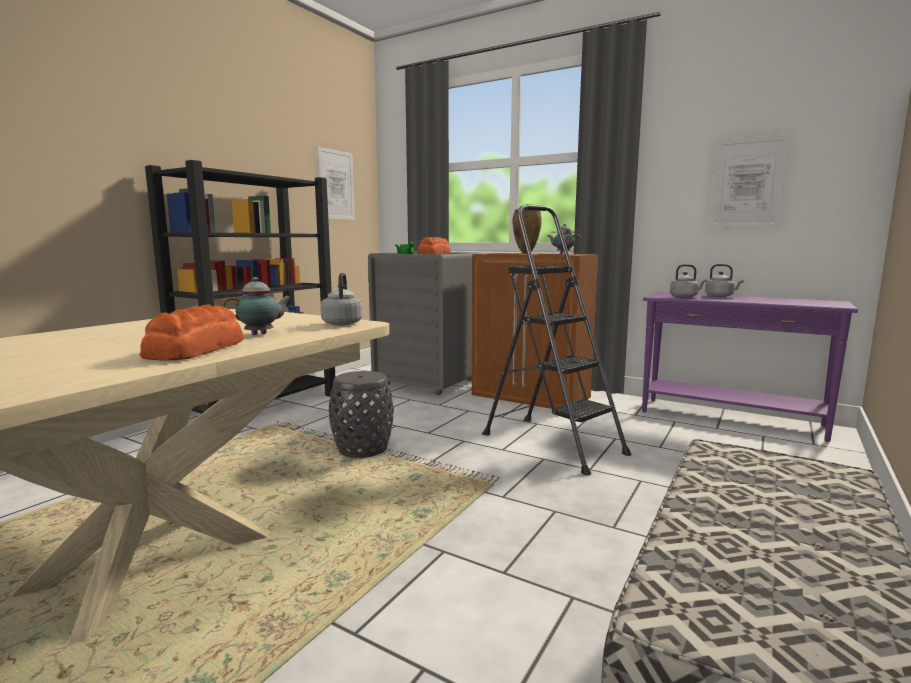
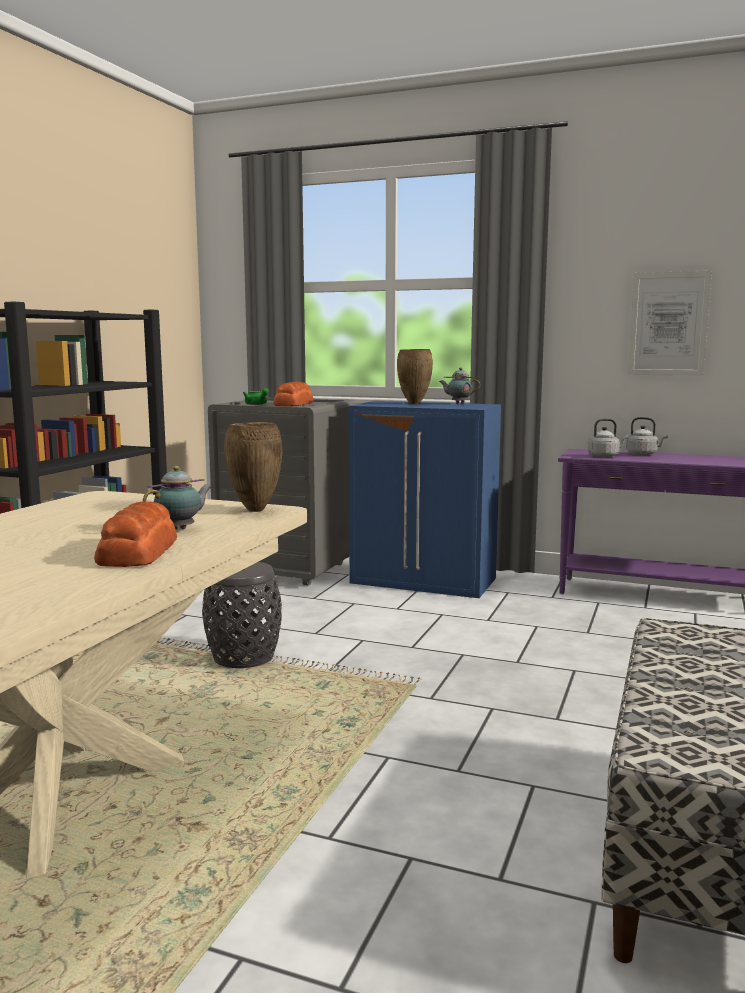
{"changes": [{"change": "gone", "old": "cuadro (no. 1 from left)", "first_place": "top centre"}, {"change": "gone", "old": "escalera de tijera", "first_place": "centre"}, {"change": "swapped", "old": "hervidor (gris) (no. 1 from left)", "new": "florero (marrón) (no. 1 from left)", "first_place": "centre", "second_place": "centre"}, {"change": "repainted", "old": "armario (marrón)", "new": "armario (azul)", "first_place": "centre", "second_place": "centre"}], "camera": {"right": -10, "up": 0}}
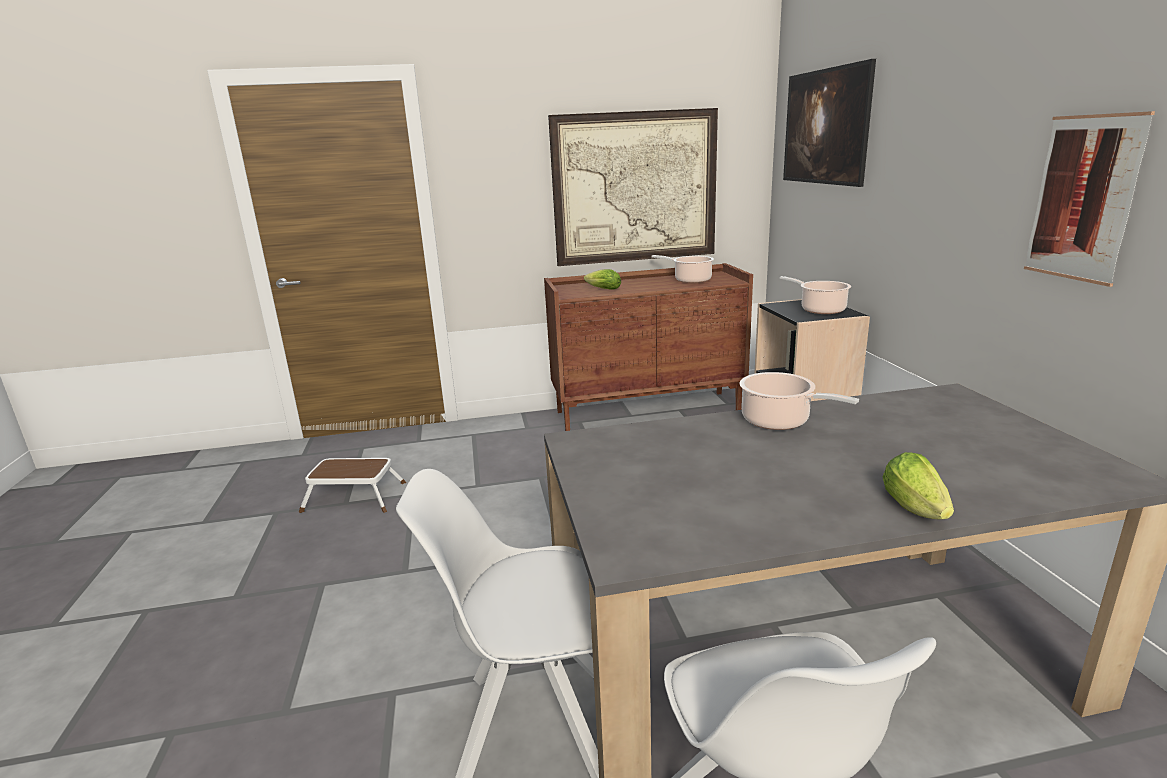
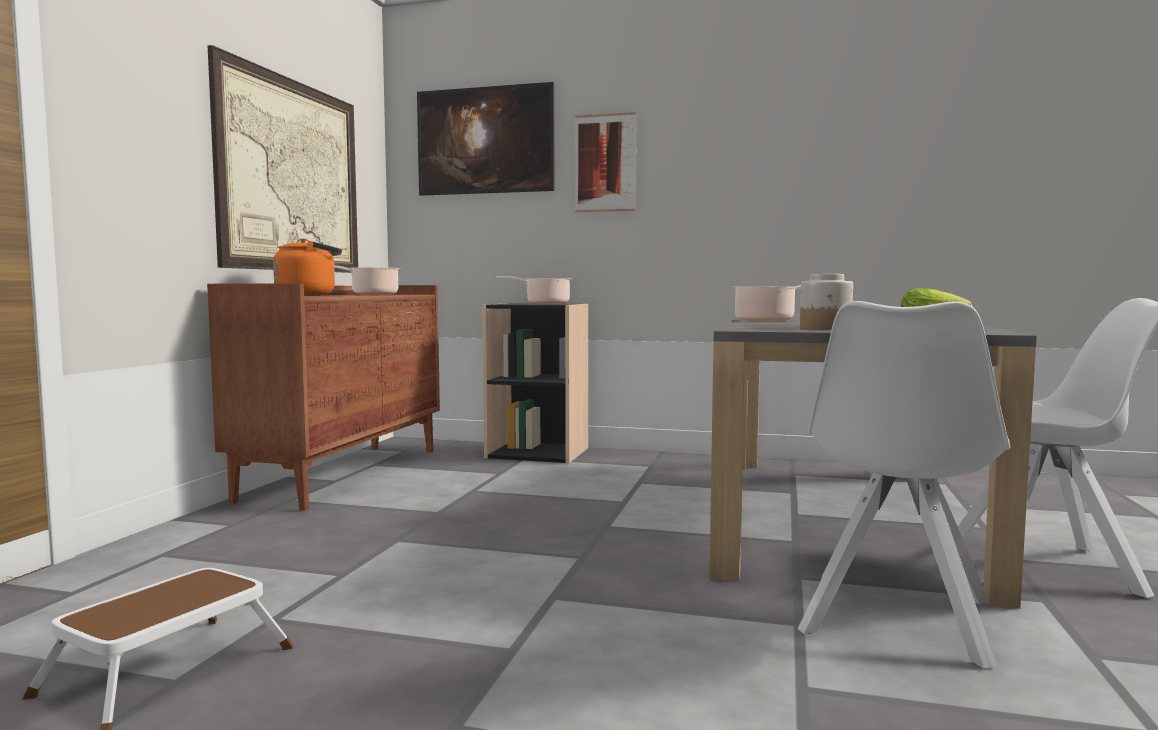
{"changes": [{"change": "new", "new": "tarro", "second_place": "middle right"}, {"change": "shifted", "old": "cuadro (no. 3 from left)", "first_place": "top right", "second_place": "top centre"}, {"change": "swapped", "old": "lechuga (no. 1 from left)", "new": "hervidor (naranja)", "first_place": "centre", "second_place": "middle left"}], "camera": {"right": -65, "up": -15}}
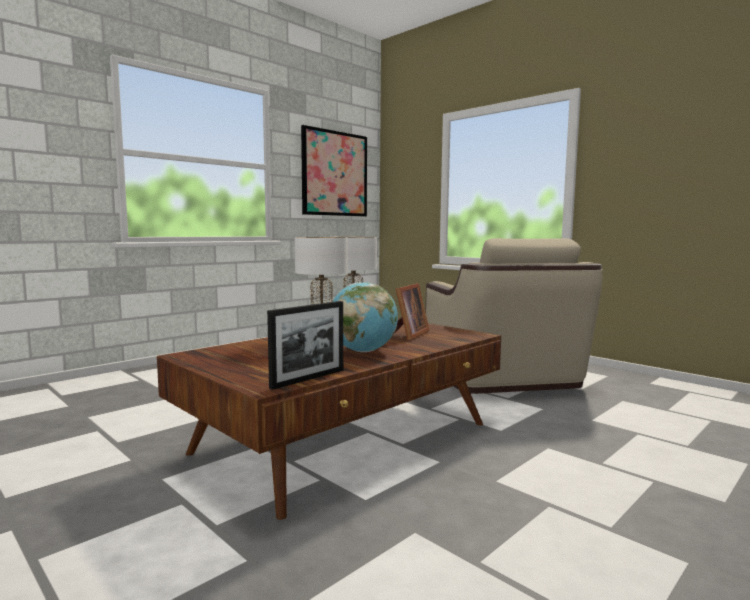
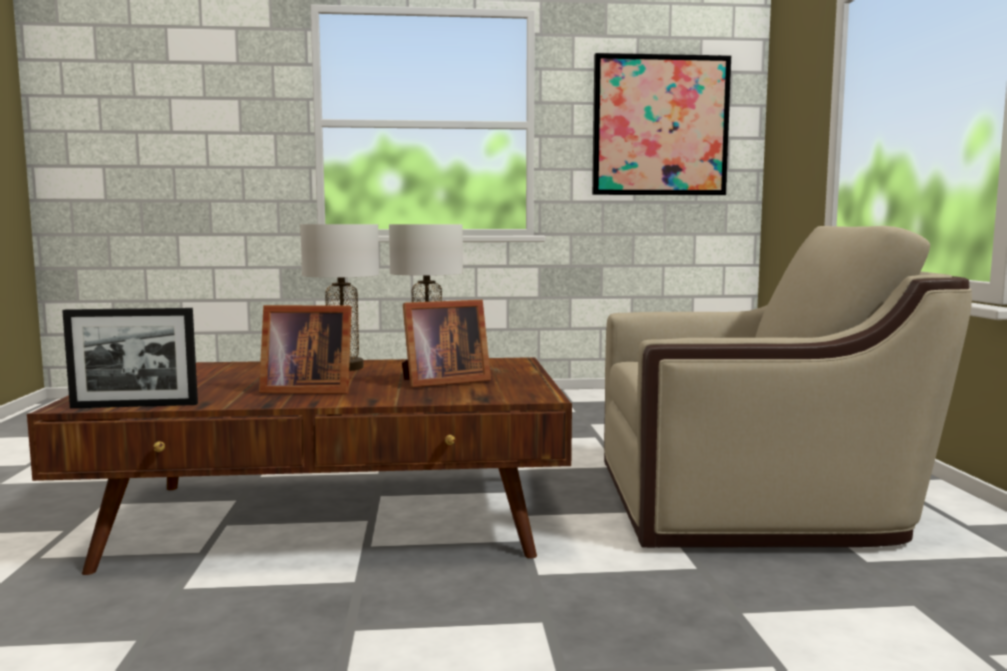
{"changes": [{"change": "swapped", "old": "globo terráqueo", "new": "portarretratos (no. 2 from left)", "first_place": "centre", "second_place": "middle left"}, {"change": "rotated", "old": "sillón (beis)", "first_place": "middle right", "second_place": "middle right", "degrees": -120}], "camera": {"right": 40, "up": 0}}
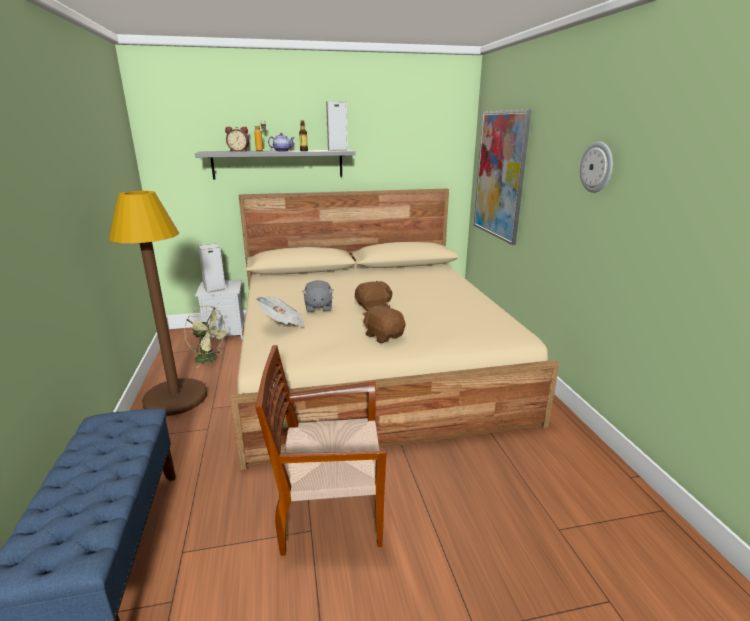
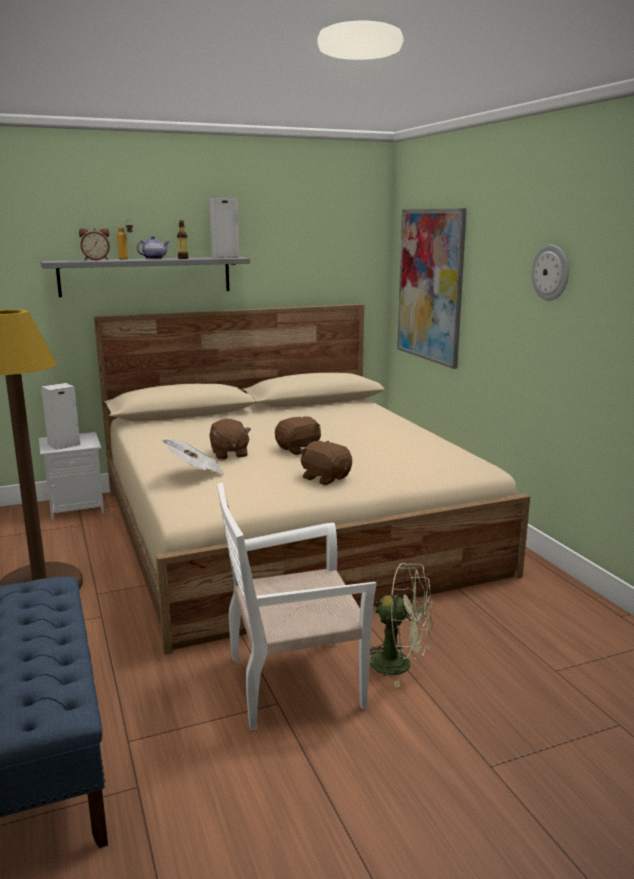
{"changes": [{"change": "shifted", "old": "ventilador (verde)", "first_place": "middle left", "second_place": "bottom centre"}, {"change": "repainted", "old": "sillón (marrón)", "new": "sillón (blanco)", "first_place": "bottom centre", "second_place": "bottom centre"}, {"change": "repainted", "old": "peluche (gris)", "new": "peluche (marrón) (no. 1 from left)", "first_place": "centre", "second_place": "centre"}], "camera": {"right": -10, "up": -5}}
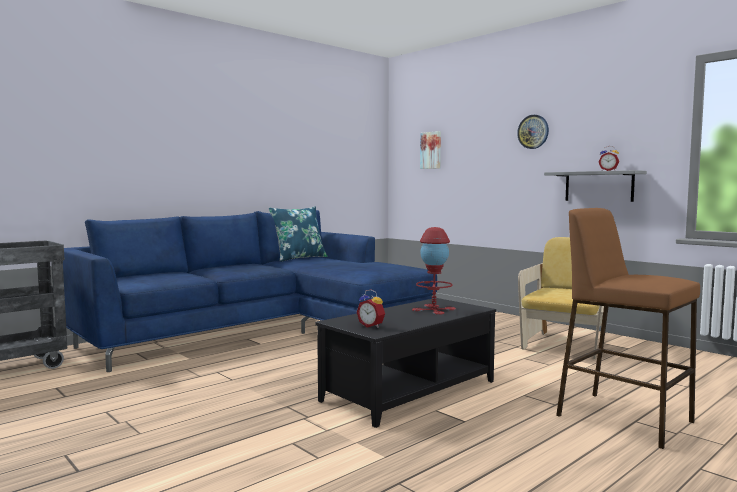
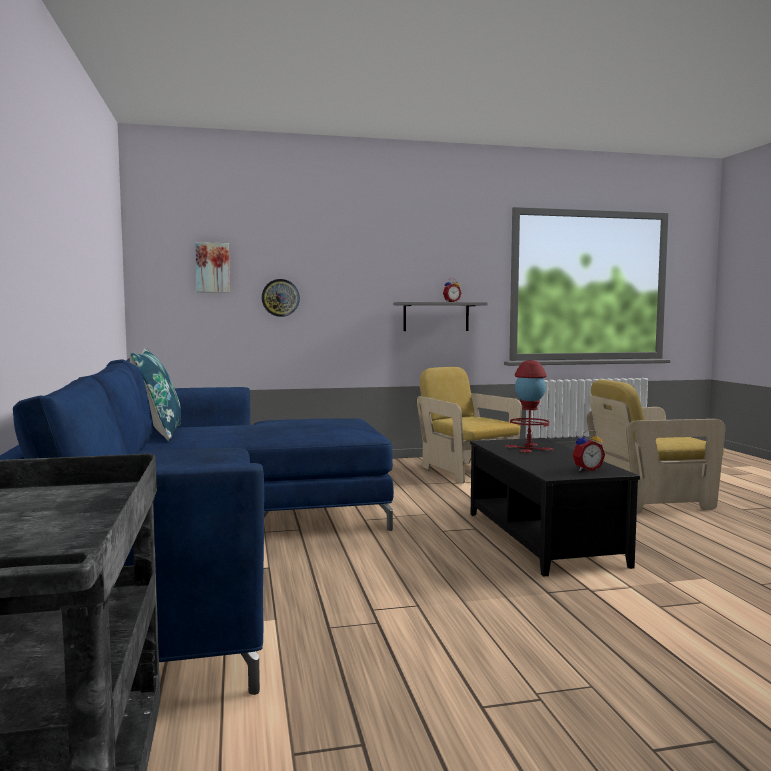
{"changes": [{"change": "shifted", "old": "reloj de pared", "first_place": "top right", "second_place": "centre"}, {"change": "swapped", "old": "taburete (marrón)", "new": "sillón (amarillo) (no. 2 from left)", "first_place": "bottom right", "second_place": "middle right"}], "camera": {"right": -60, "up": 0}}
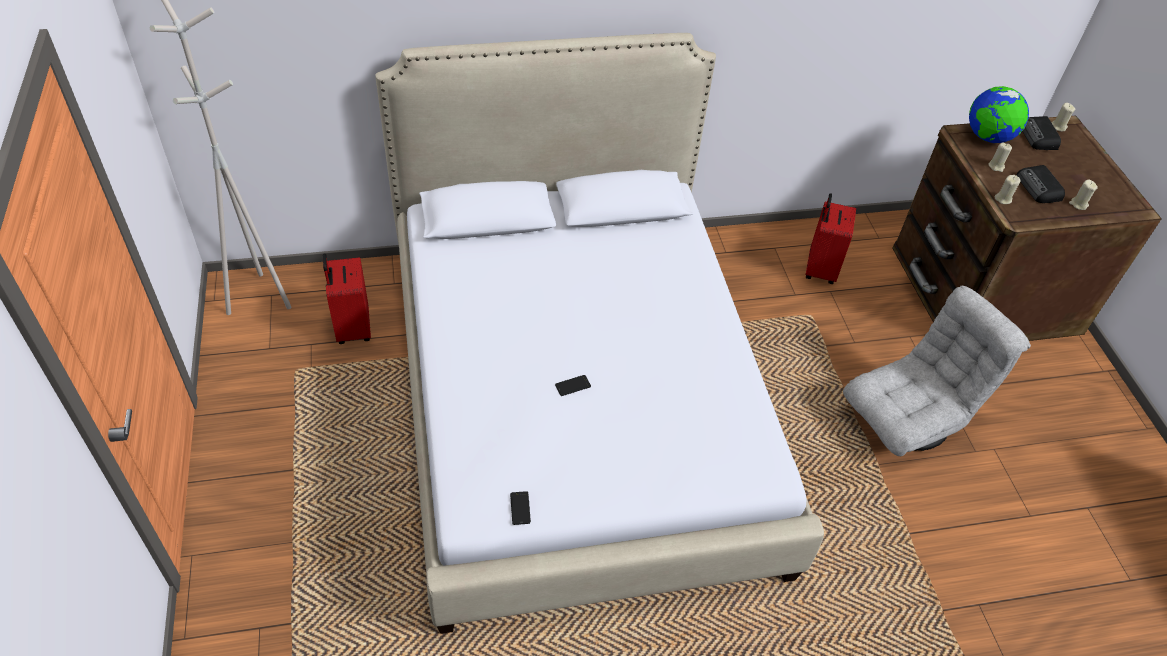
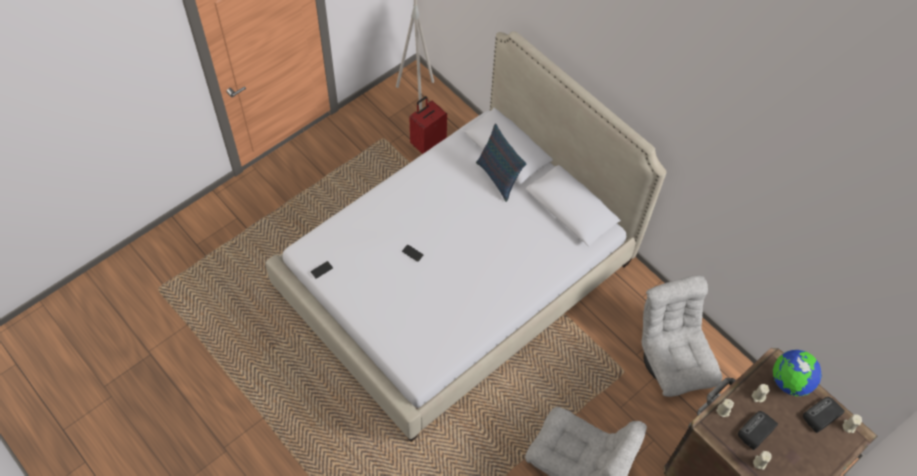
{"changes": [{"change": "new", "new": "cojín (azul)", "second_place": "centre"}, {"change": "swapped", "old": "maleta (rojo) (no. 2 from left)", "new": "sillón (gris) (no. 2 from left)", "first_place": "middle right", "second_place": "bottom right"}], "camera": {"right": 60, "up": 10}}
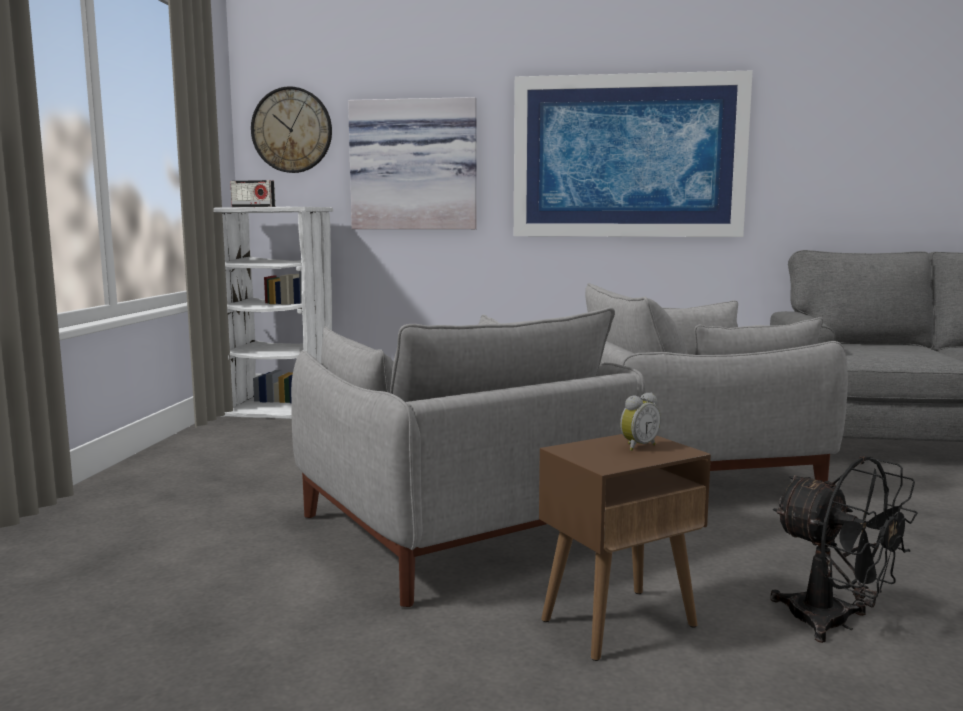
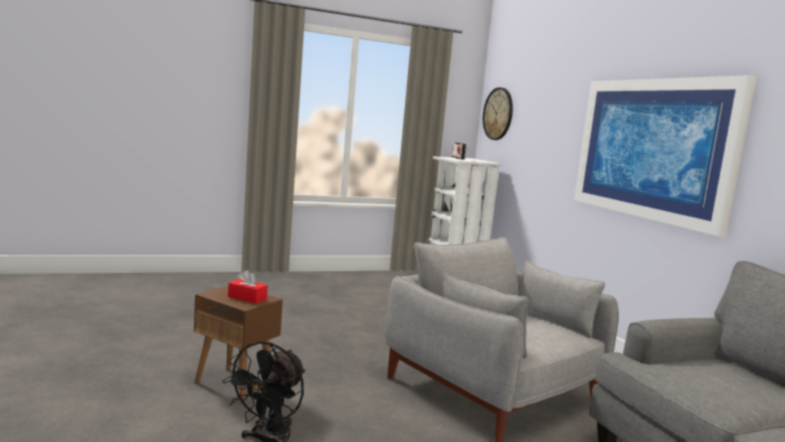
{"changes": [{"change": "gone", "old": "sillón (gris) (no. 1 from left)", "first_place": "centre"}, {"change": "gone", "old": "cuadro (no. 1 from left)", "first_place": "top centre"}, {"change": "swapped", "old": "despertador", "new": "caja de pañuelos (rojo)", "first_place": "centre", "second_place": "middle left"}], "camera": {"right": 60, "up": 0}}
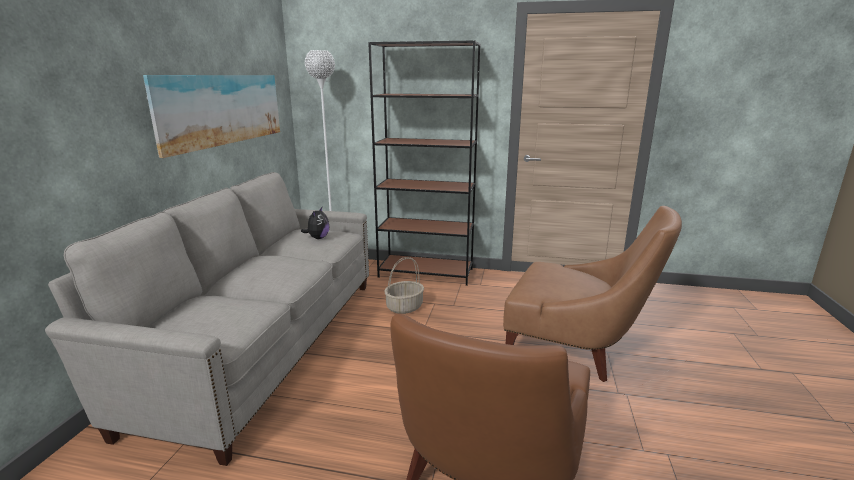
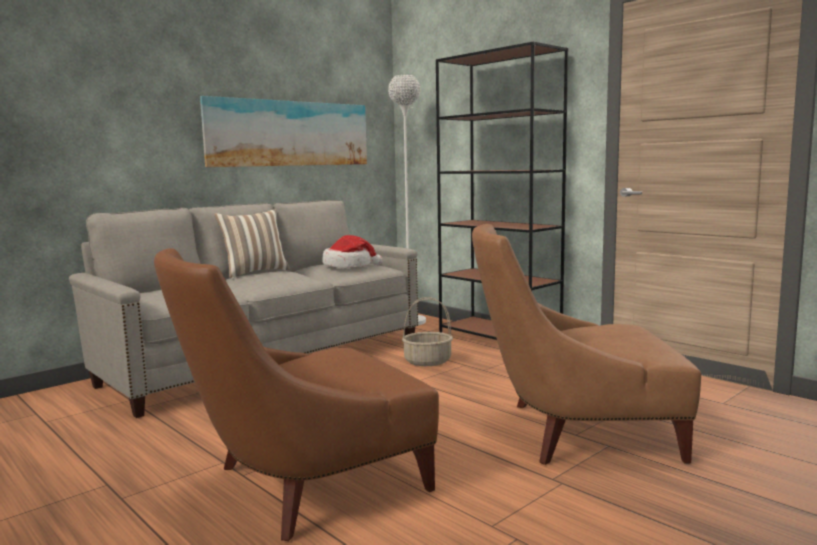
{"changes": [{"change": "new", "new": "cojín", "second_place": "middle left"}, {"change": "swapped", "old": "peluche", "new": "sombrero", "first_place": "centre", "second_place": "centre"}, {"change": "rotated", "old": "sillón (marrón) (no. 2 from left)", "first_place": "middle right", "second_place": "middle right", "degrees": 120}], "camera": {"right": 35, "up": -10}}
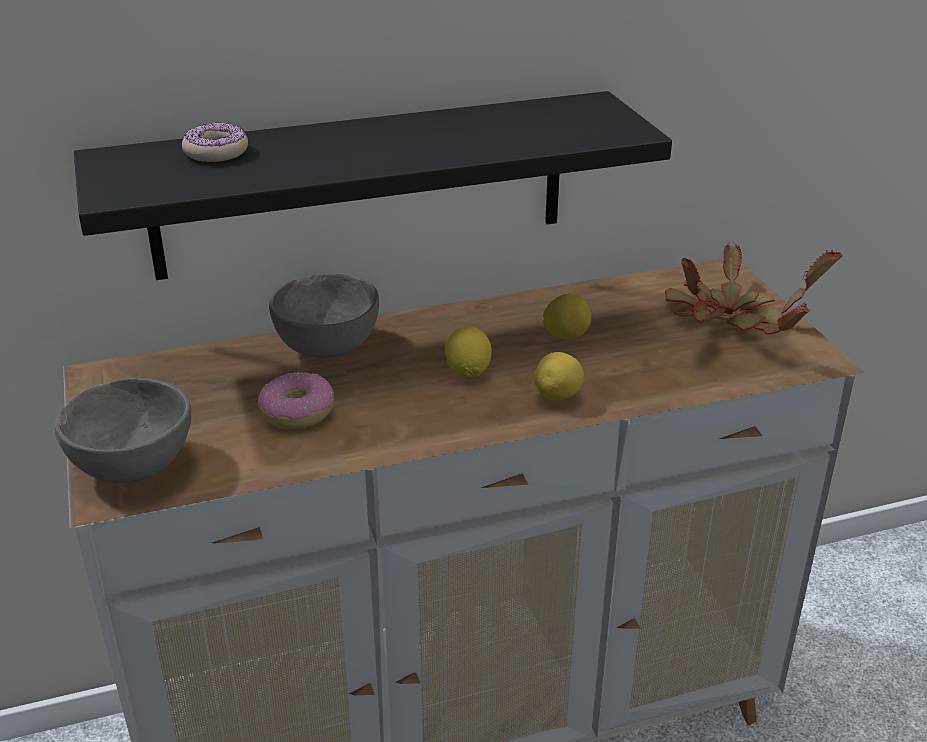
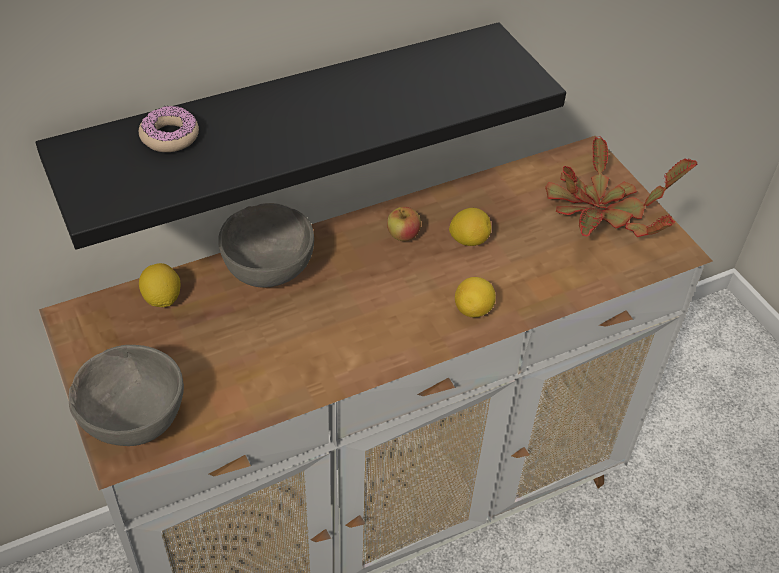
{"changes": [{"change": "gone", "old": "rosquilla (no. 2 from left)", "first_place": "middle left"}, {"change": "new", "new": "manzana", "second_place": "centre"}, {"change": "shifted", "old": "limón (no. 1 from left)", "first_place": "centre", "second_place": "middle left"}], "camera": {"right": -10, "up": 15}}
